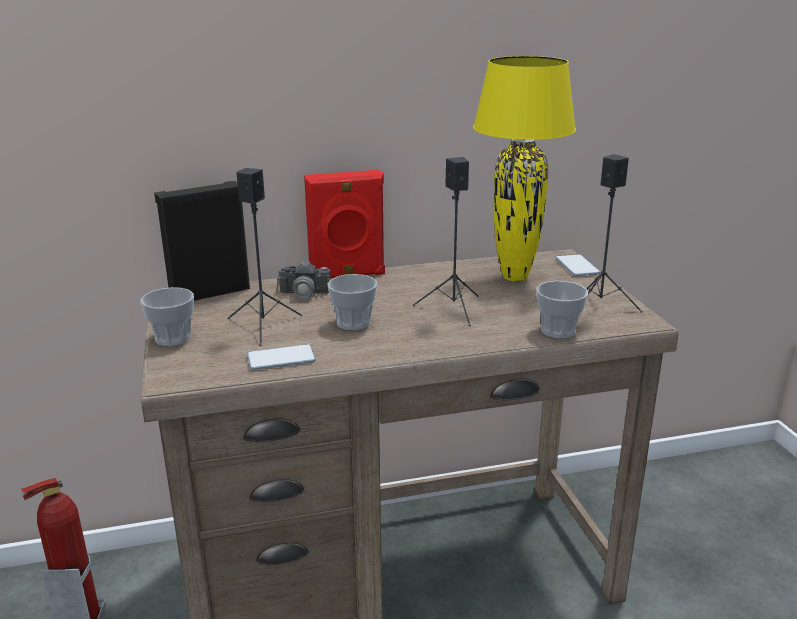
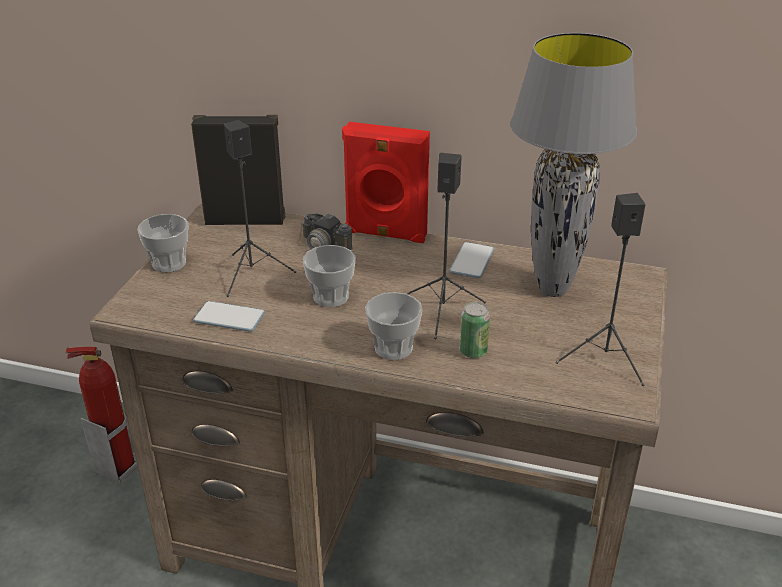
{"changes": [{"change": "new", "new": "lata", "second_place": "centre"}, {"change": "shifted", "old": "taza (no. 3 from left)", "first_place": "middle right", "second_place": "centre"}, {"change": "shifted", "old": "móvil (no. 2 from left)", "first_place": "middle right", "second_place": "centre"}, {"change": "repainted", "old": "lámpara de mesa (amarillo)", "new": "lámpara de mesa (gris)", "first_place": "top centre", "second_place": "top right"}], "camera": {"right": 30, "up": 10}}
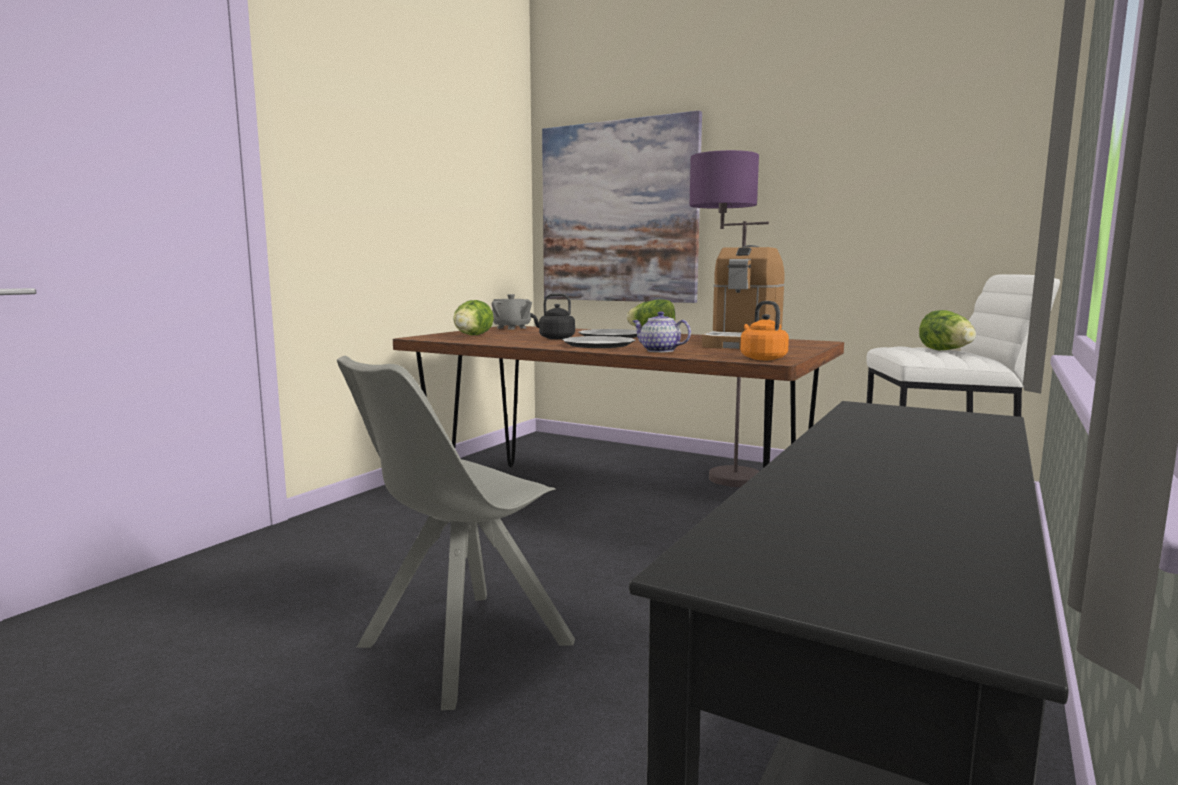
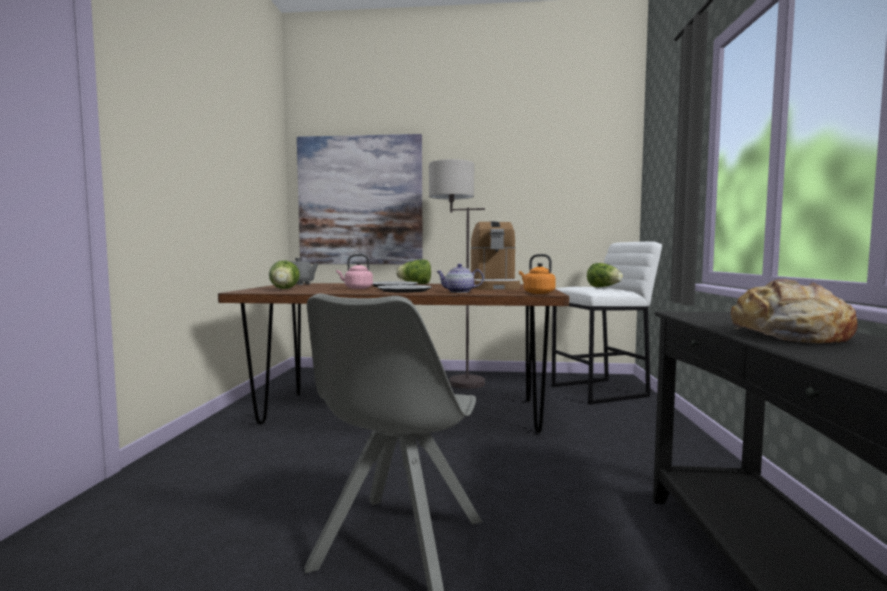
{"changes": [{"change": "new", "new": "pan", "second_place": "middle right"}, {"change": "repainted", "old": "hervidor (negro)", "new": "hervidor (rosa)", "first_place": "centre", "second_place": "centre"}, {"change": "repainted", "old": "lámpara de pie (morado)", "new": "lámpara de pie (gris)", "first_place": "centre", "second_place": "centre"}], "camera": {"right": -25, "up": -5}}
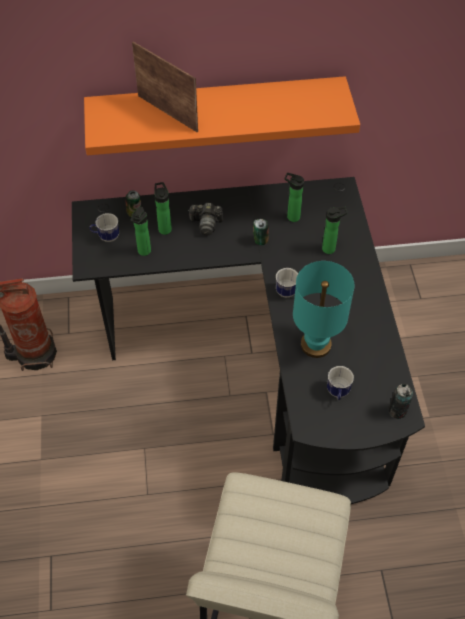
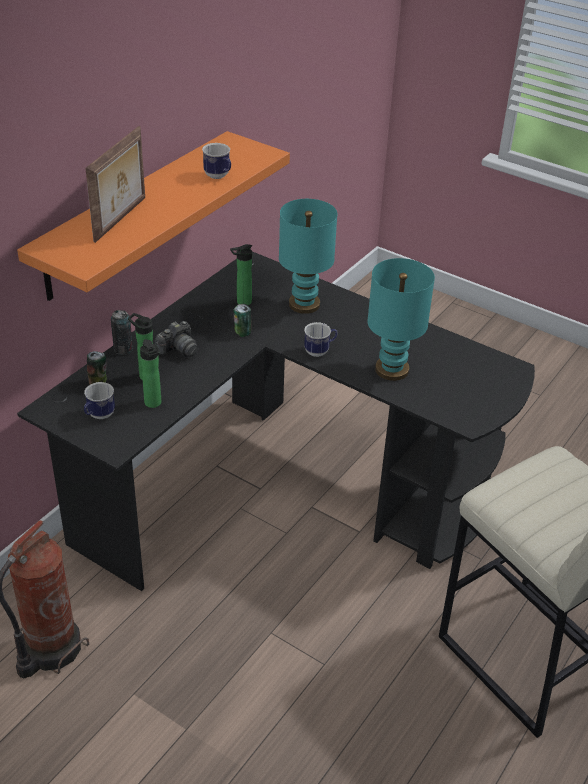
{"changes": [{"change": "shifted", "old": "taza grande (no. 3 from left in the first image)", "new": "taza grande (no. 2 from left)", "first_place": "middle right", "second_place": "top centre"}, {"change": "shifted", "old": "lata (no. 3 from left in the first image)", "new": "lata (no. 2 from left)", "first_place": "middle right", "second_place": "middle left"}, {"change": "swapped", "old": "botella (no. 4 from left)", "new": "lámpara de mesa (turquesa) (no. 1 from left)", "first_place": "middle right", "second_place": "top centre"}, {"change": "rotated", "old": "portarretratos", "first_place": "top centre", "second_place": "top left", "degrees": 120}], "camera": {"right": -50, "up": -15}}
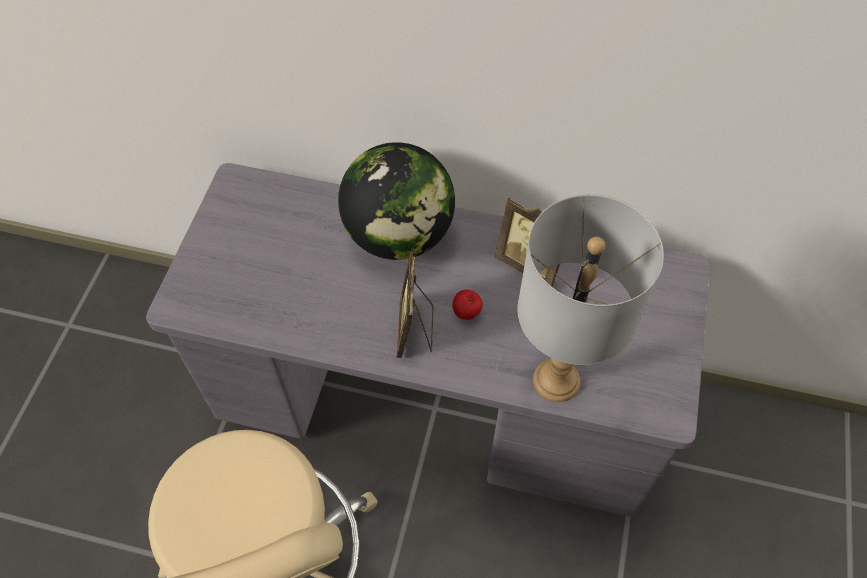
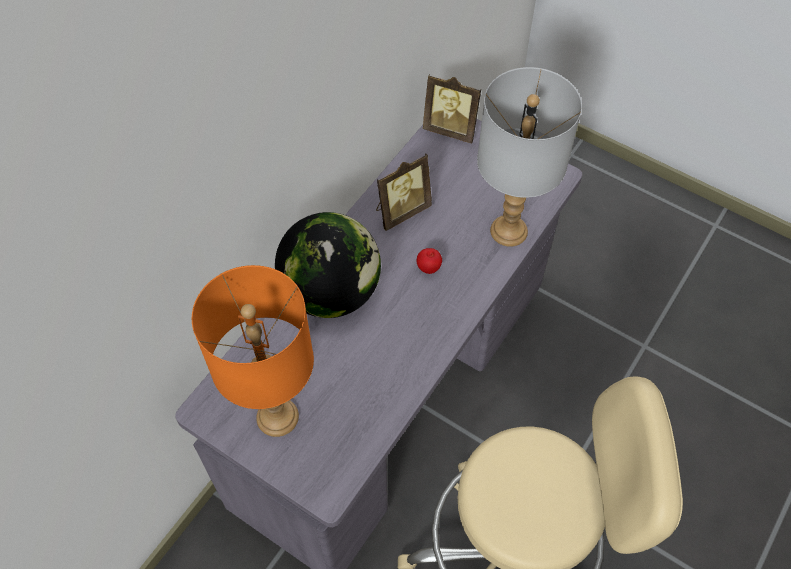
{"changes": [{"change": "new", "new": "lámpara de mesa (naranja)", "second_place": "middle left"}, {"change": "shifted", "old": "portarretratos (no. 1 from left in the first image)", "new": "portarretratos (no. 2 from left)", "first_place": "centre", "second_place": "top centre"}], "camera": {"right": -70, "up": 0}}
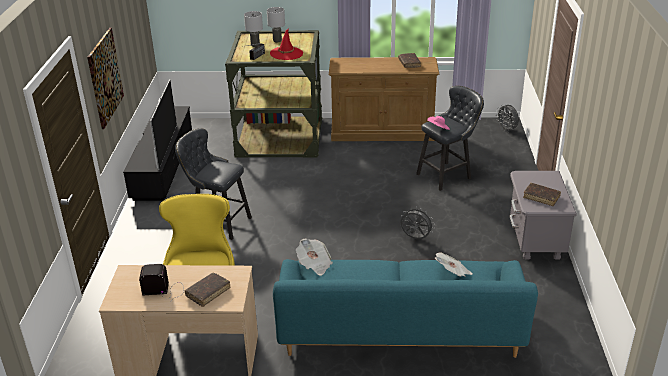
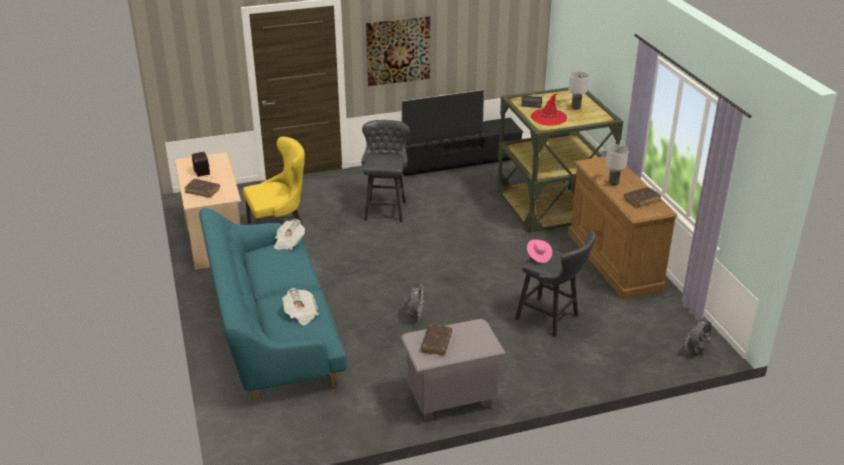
{"changes": [{"change": "shifted", "old": "lámpara de mesa (blanco) (no. 1 from left in the first image)", "new": "lámpara de mesa (blanco) (no. 2 from left)", "first_place": "top centre", "second_place": "middle right"}], "camera": {"right": 70, "up": 0}}
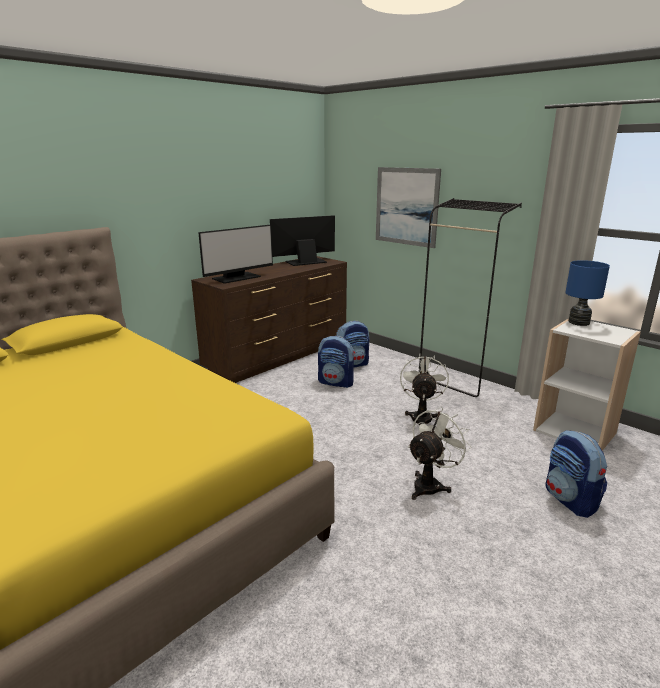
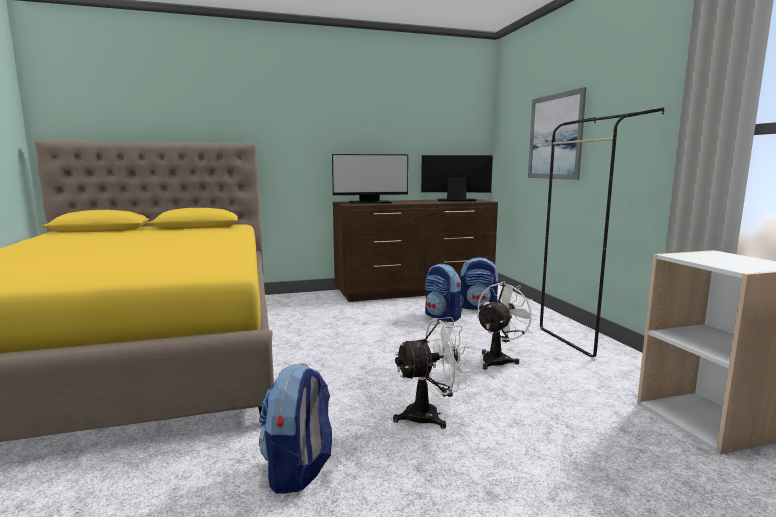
{"changes": [{"change": "gone", "old": "lámpara de mesa (azul)", "first_place": "middle right"}, {"change": "shifted", "old": "mochila (no. 3 from left in the first image)", "new": "mochila (no. 1 from left)", "first_place": "bottom right", "second_place": "bottom centre"}], "camera": {"right": 30, "up": -10}}
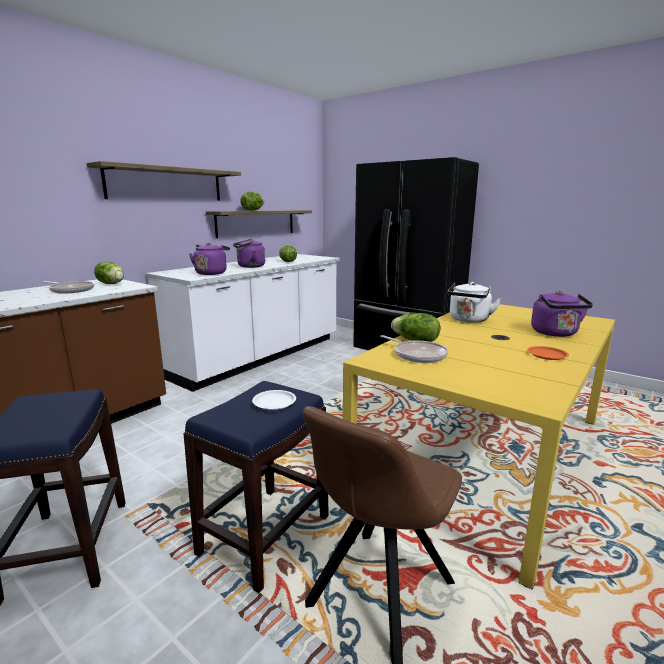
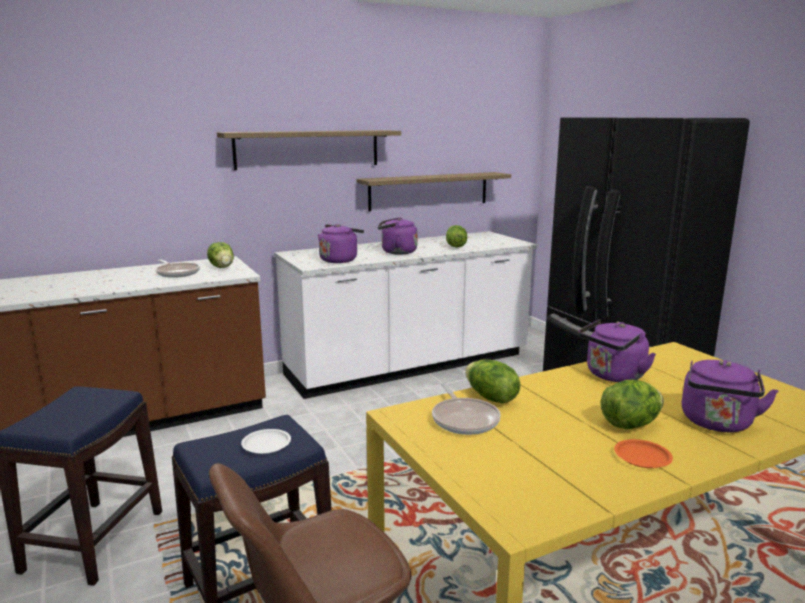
{"changes": [{"change": "shifted", "old": "lechuga (no. 2 from left in the first image)", "new": "lechuga (no. 4 from left)", "first_place": "top centre", "second_place": "bottom right"}, {"change": "repainted", "old": "hervidor (blanco)", "new": "hervidor (morado) (no. 3 from left)", "first_place": "middle right", "second_place": "middle right"}], "camera": {"right": 25, "up": 0}}
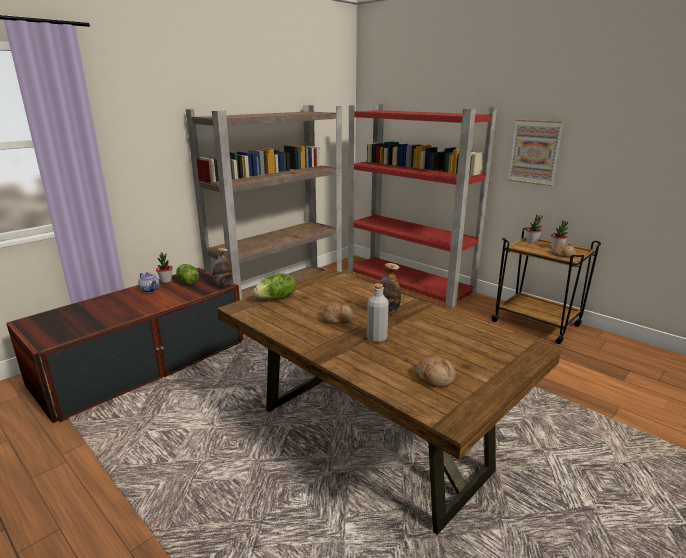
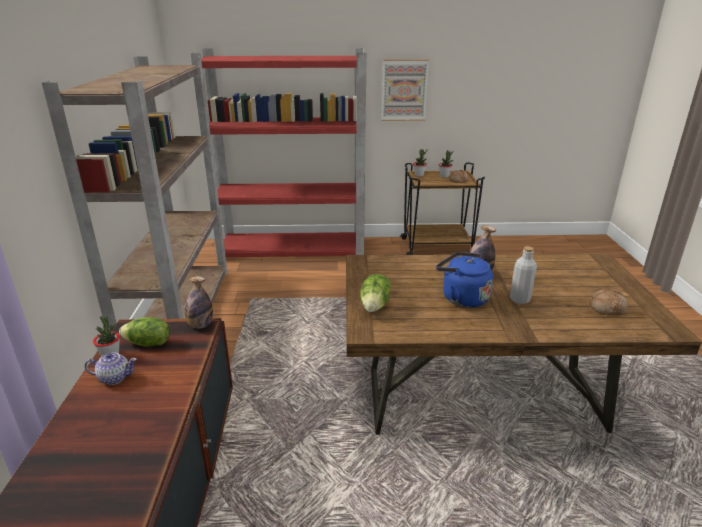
{"changes": [{"change": "swapped", "old": "pan (no. 1 from left)", "new": "hervidor (azul)", "first_place": "centre", "second_place": "centre"}], "camera": {"right": -45, "up": 5}}
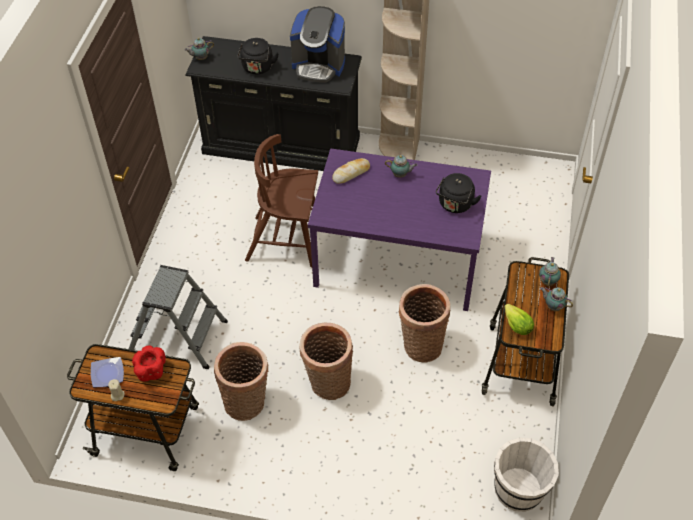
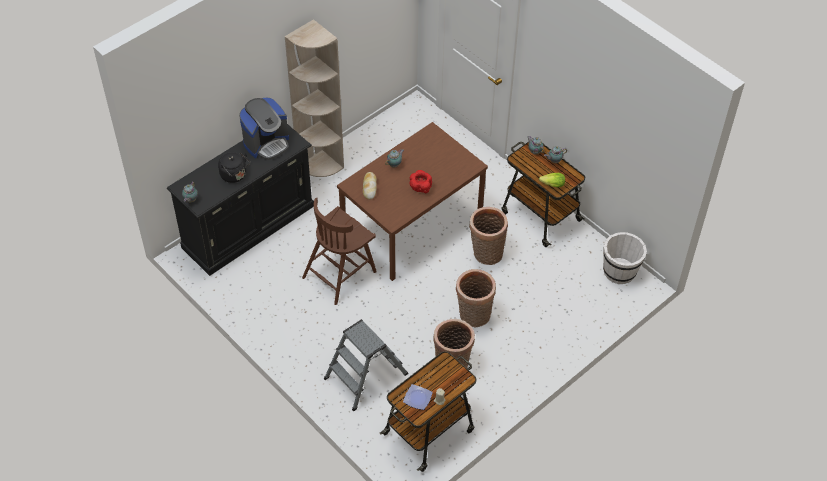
{"changes": [{"change": "gone", "old": "hervidor (negro) (no. 2 from left)", "first_place": "centre"}, {"change": "shifted", "old": "cuenco (rojo)", "first_place": "bottom left", "second_place": "centre"}, {"change": "repainted", "old": "mesa de comedor (morado)", "new": "mesa de comedor (marrón)", "first_place": "centre", "second_place": "centre"}], "camera": {"right": -55, "up": 0}}
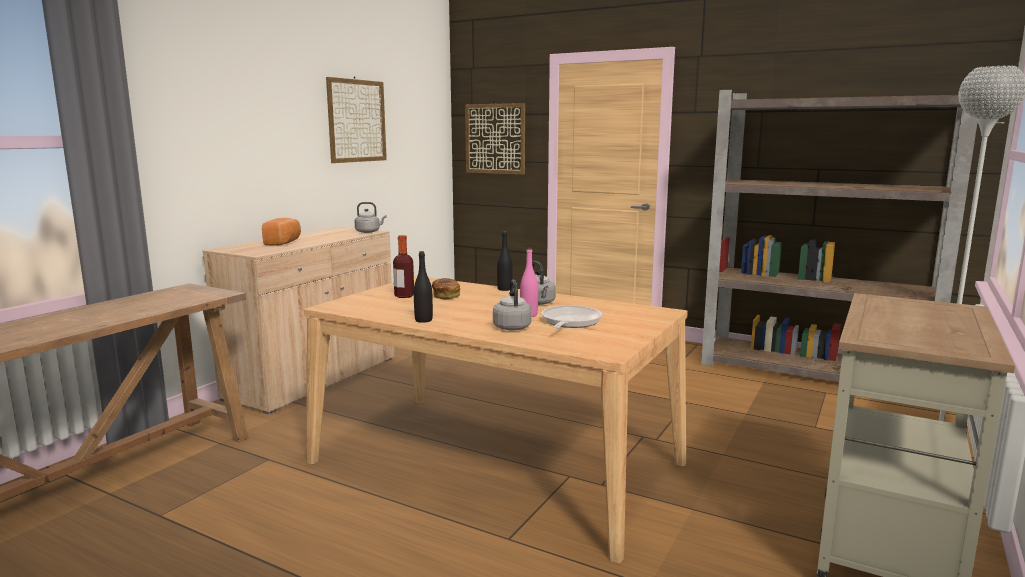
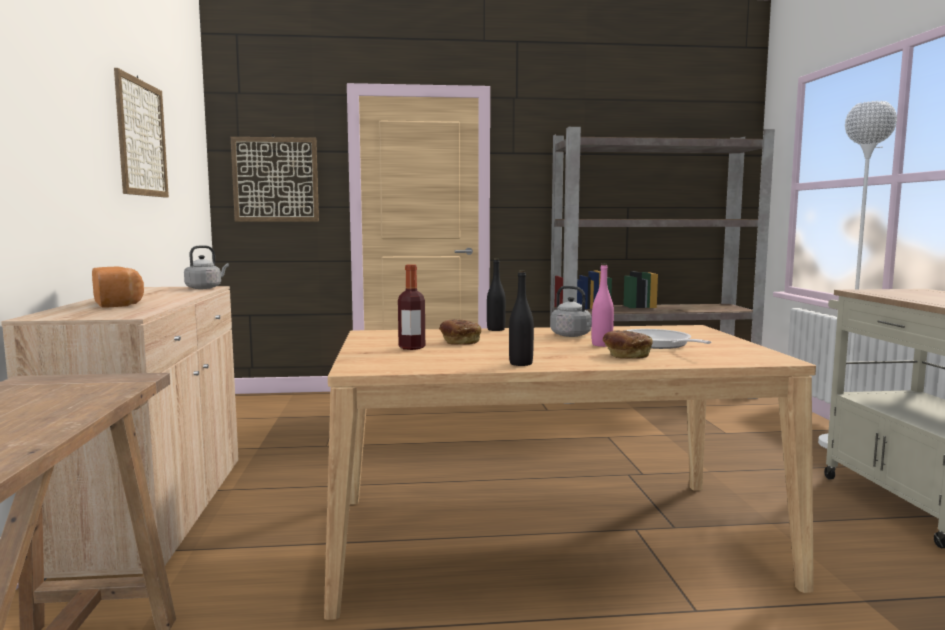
{"changes": [{"change": "swapped", "old": "hervidor (gris) (no. 2 from left)", "new": "pan (no. 3 from left)", "first_place": "centre", "second_place": "centre"}], "camera": {"right": -35, "up": -5}}
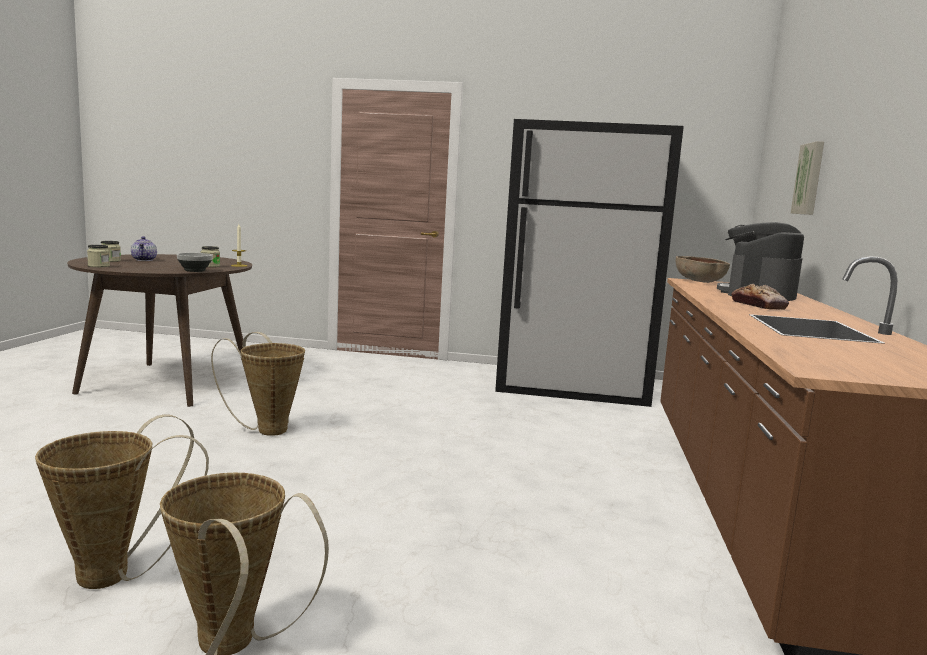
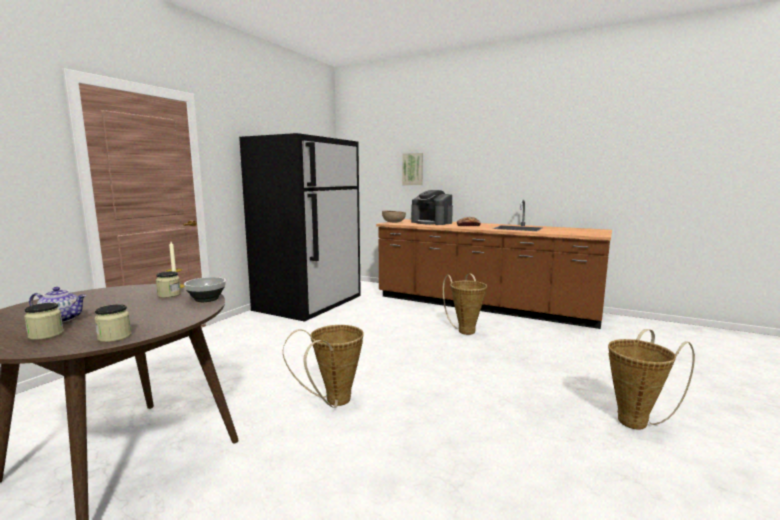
{"changes": [{"change": "shifted", "old": "cesta (no. 1 from left in the first image)", "new": "cesta (no. 2 from left)", "first_place": "bottom left", "second_place": "centre"}], "camera": {"right": -70, "up": 0}}
